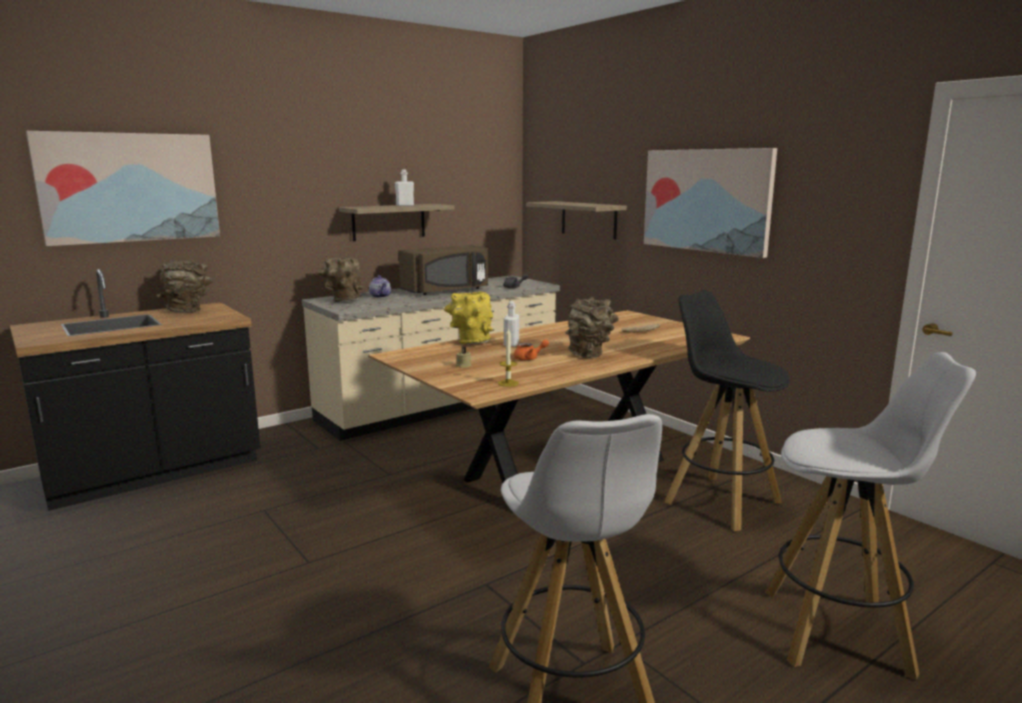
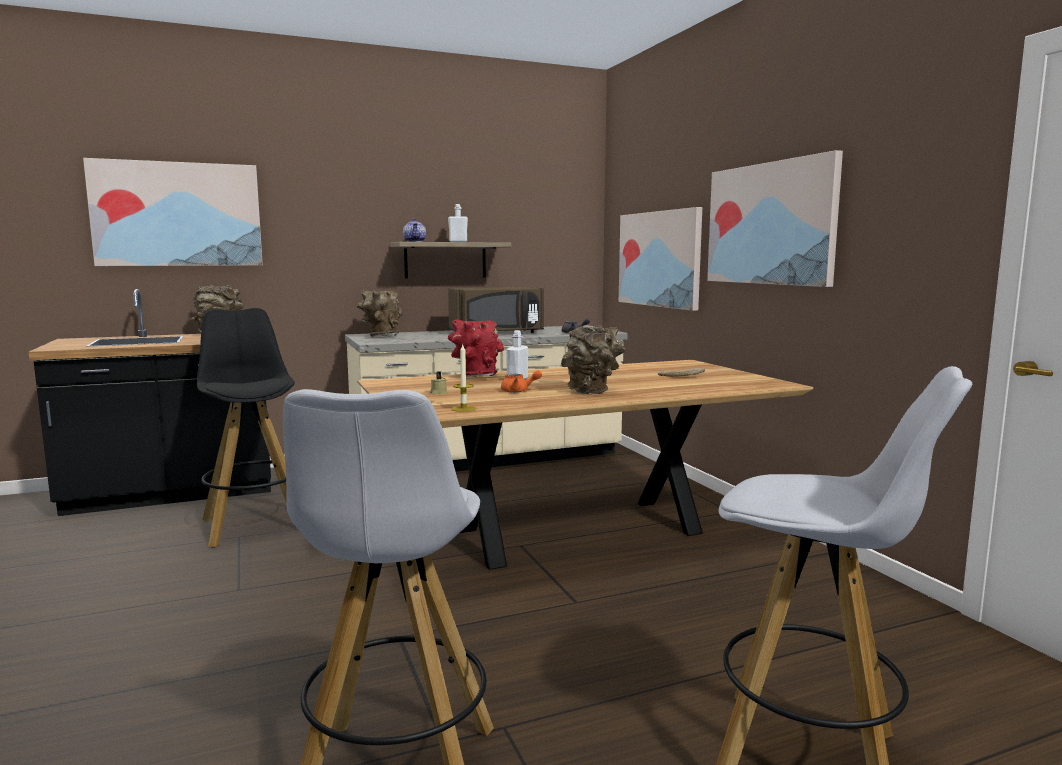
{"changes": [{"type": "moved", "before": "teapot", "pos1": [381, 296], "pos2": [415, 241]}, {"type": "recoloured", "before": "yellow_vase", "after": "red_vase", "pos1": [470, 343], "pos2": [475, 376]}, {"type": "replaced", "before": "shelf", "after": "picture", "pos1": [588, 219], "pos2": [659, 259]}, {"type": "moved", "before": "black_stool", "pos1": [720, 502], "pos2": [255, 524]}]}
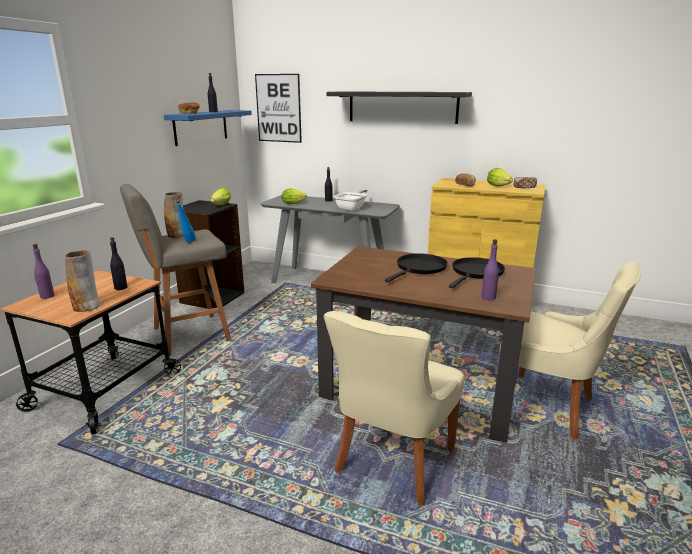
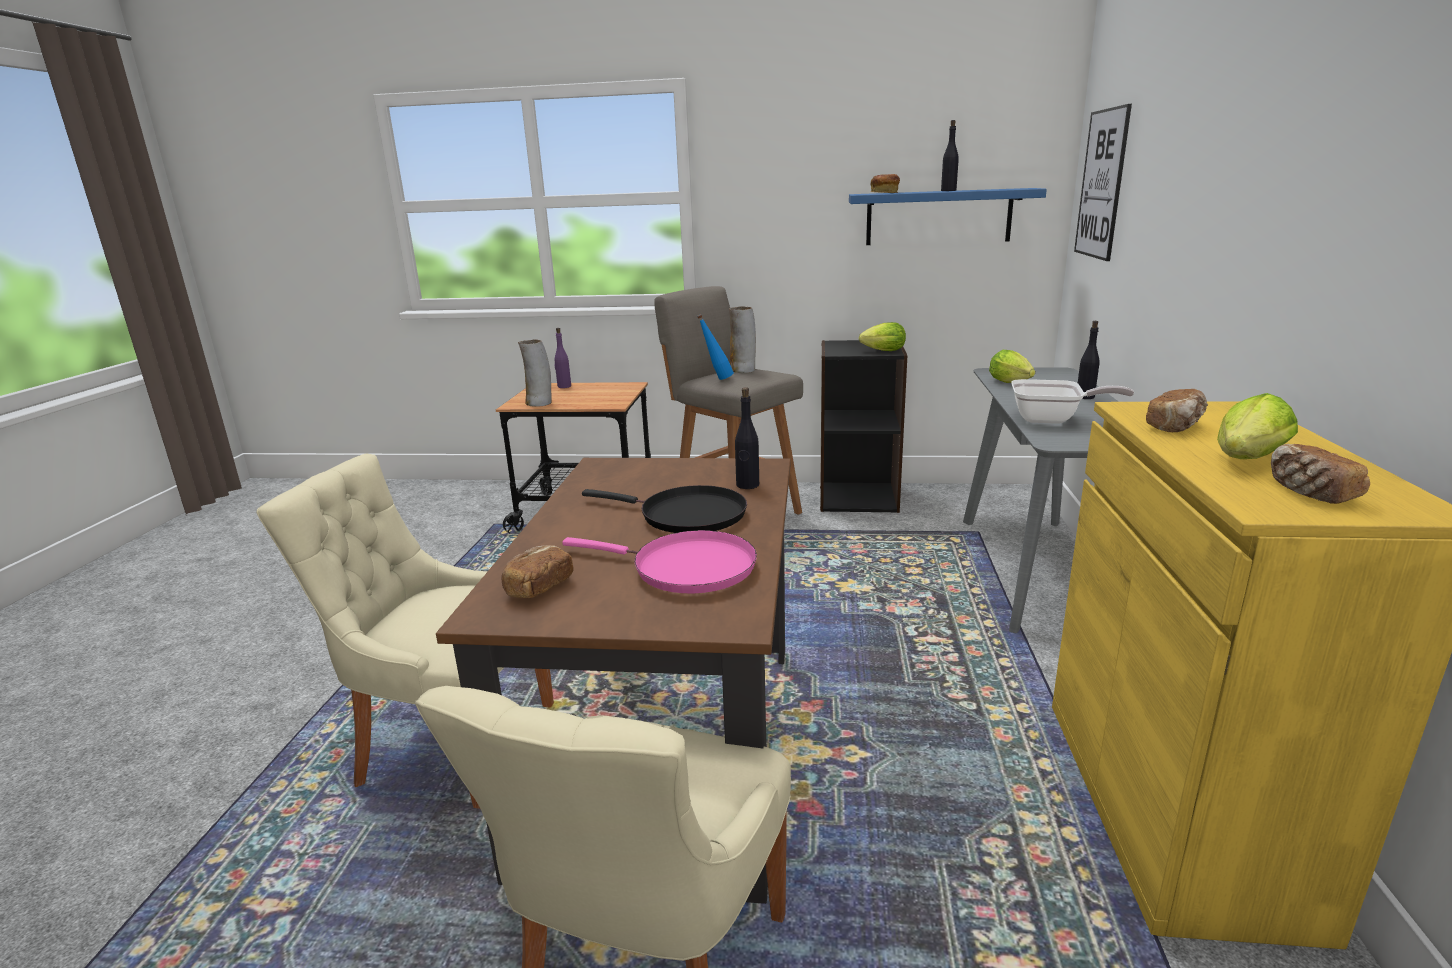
{"changes": [{"type": "moved", "before": "black_bottle", "pos1": [121, 288], "pos2": [747, 485]}, {"type": "removed", "before": "black_shelf", "pos1": [402, 107]}, {"type": "recoloured", "before": "black_frying_pan", "after": "pink_frying_pan", "pos1": [476, 273], "pos2": [686, 568]}, {"type": "replaced", "before": "purple_bottle", "after": "bread", "pos1": [488, 297], "pos2": [538, 587]}]}
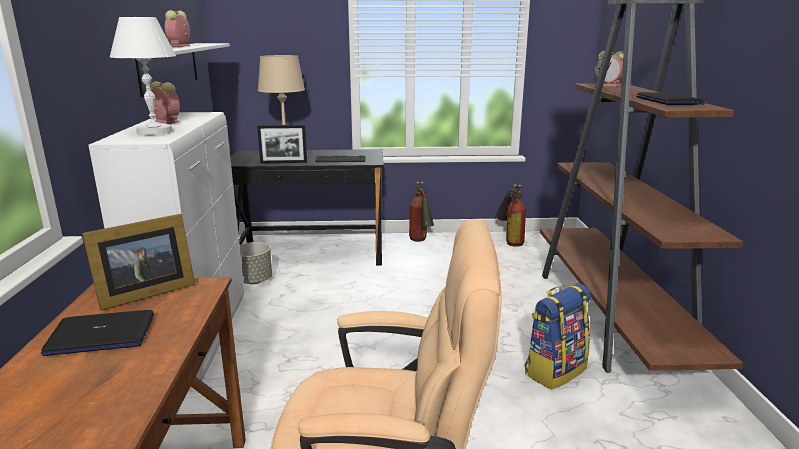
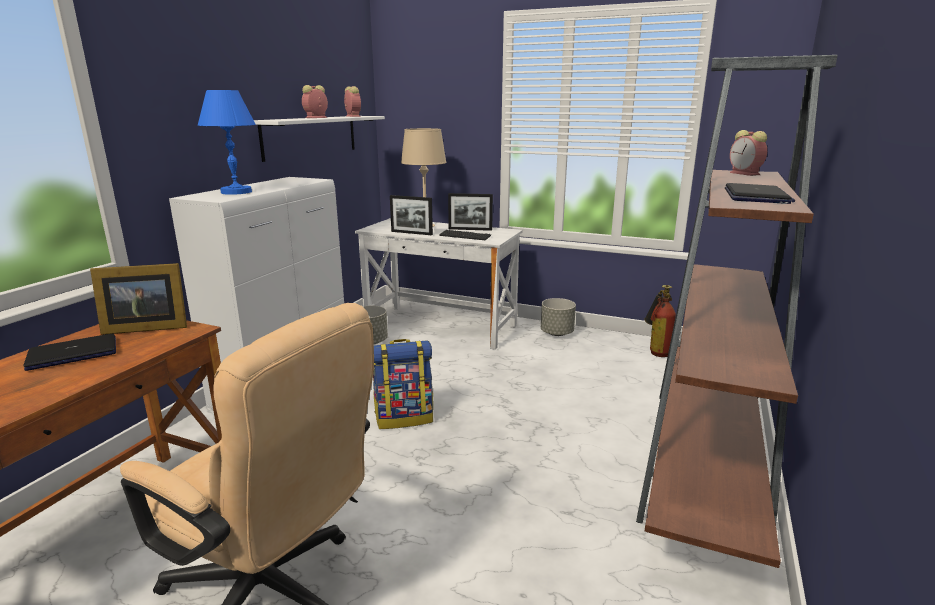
{"changes": [{"type": "turned", "before": "laptop", "pos1": [100, 335], "pos2": [73, 353], "turn": 135}, {"type": "recoloured", "before": "white_table_lamp", "after": "blue_table_lamp", "pos1": [154, 132], "pos2": [236, 192]}, {"type": "moved", "before": "alarm_clock", "pos1": [165, 121], "pos2": [352, 116]}, {"type": "recoloured", "before": "black_desk", "after": "white_desk", "pos1": [312, 253], "pos2": [441, 326]}, {"type": "replaced", "before": "fire_extinguisher", "after": "grey_planter", "pos1": [420, 241], "pos2": [556, 333]}, {"type": "moved", "before": "backpack", "pos1": [554, 370], "pos2": [404, 417]}, {"type": "added", "after": "picture_frame", "pos2": [470, 229]}]}
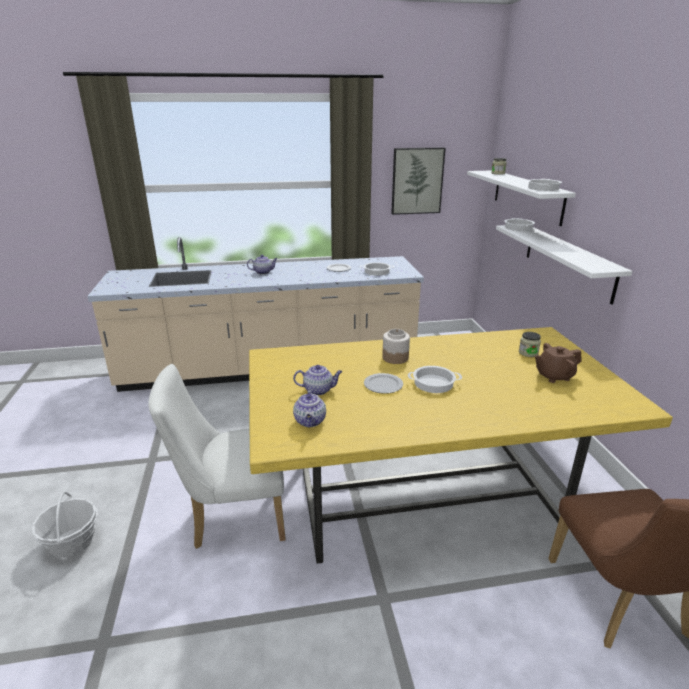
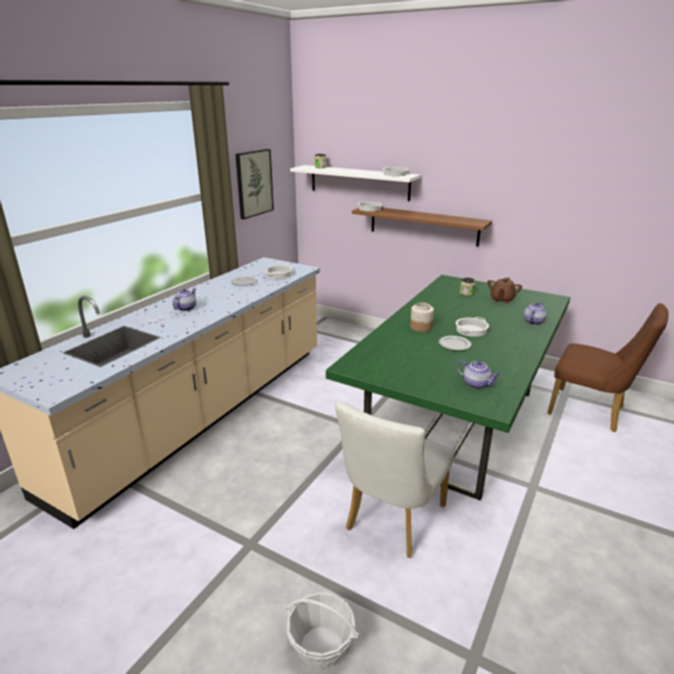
{"changes": [{"type": "recoloured", "before": "yellow_dining_table", "after": "green_dining_table", "pos1": [426, 492], "pos2": [454, 422]}, {"type": "moved", "before": "teapot", "pos1": [319, 390], "pos2": [533, 322]}, {"type": "recoloured", "before": "white_shelf", "after": "brown_shelf", "pos1": [567, 261], "pos2": [423, 225]}]}
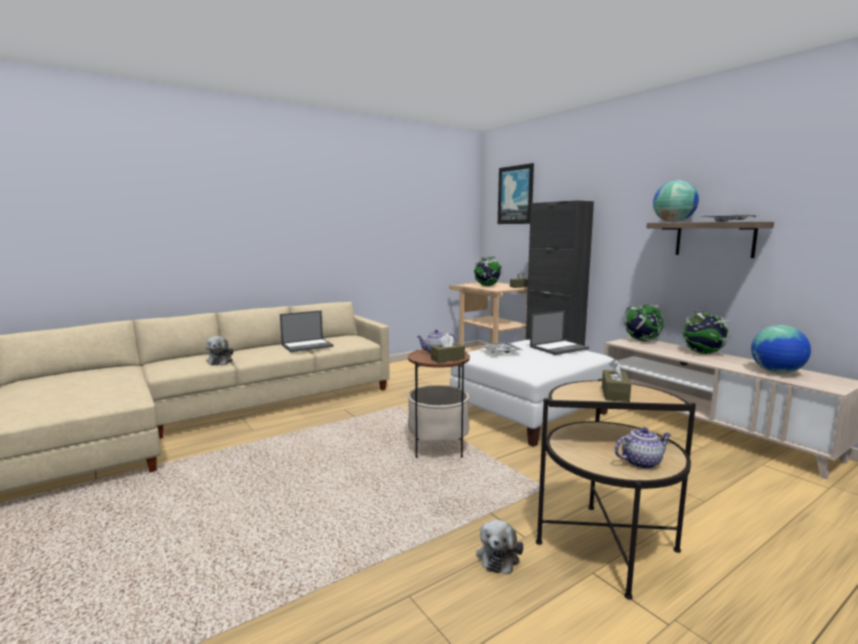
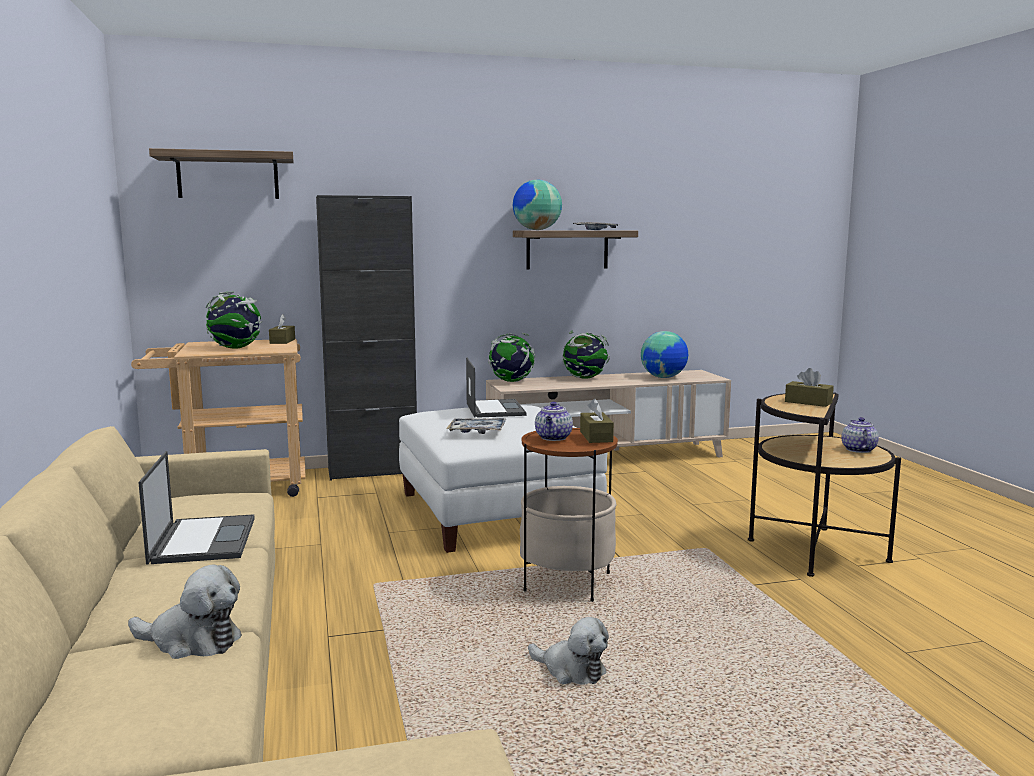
{"changes": [{"type": "moved", "before": "plush_toy", "pos1": [498, 556], "pos2": [571, 671]}, {"type": "replaced", "before": "picture", "after": "shelf", "pos1": [516, 195], "pos2": [228, 176]}]}
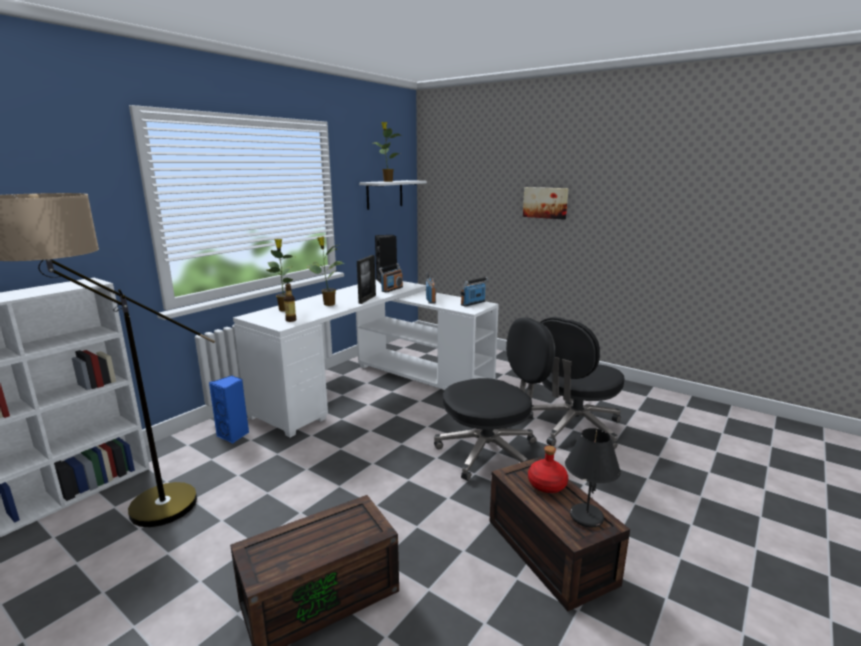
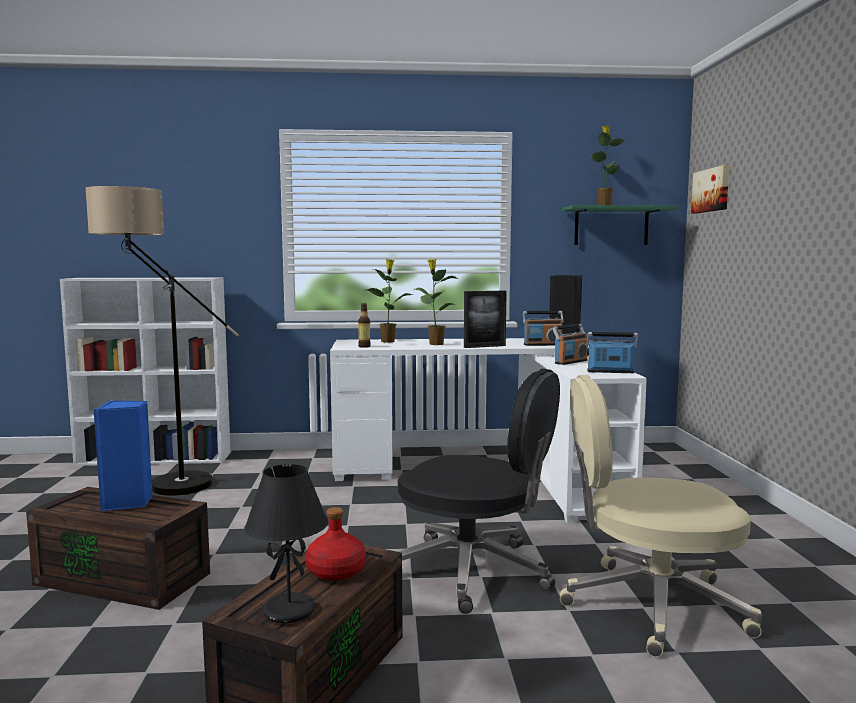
{"changes": [{"type": "moved", "before": "blue_speaker", "pos1": [234, 435], "pos2": [127, 503]}, {"type": "recoloured", "before": "white_shelf", "after": "green_shelf", "pos1": [384, 194], "pos2": [611, 226]}, {"type": "moved", "before": "picture", "pos1": [545, 202], "pos2": [712, 190]}, {"type": "recoloured", "before": "black_office_chair", "after": "beige_office_chair", "pos1": [573, 427], "pos2": [651, 606]}]}
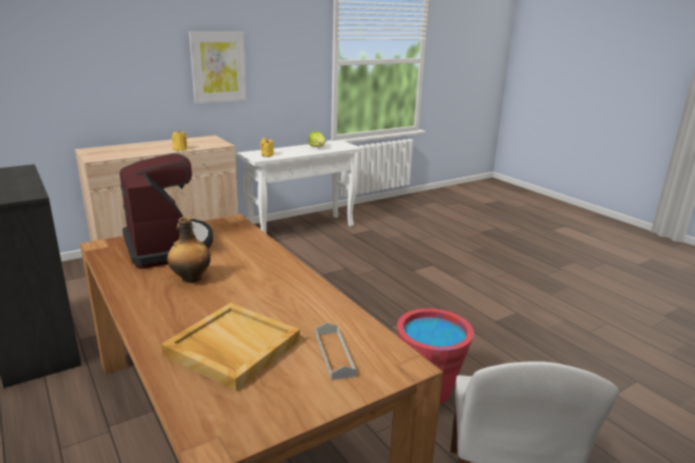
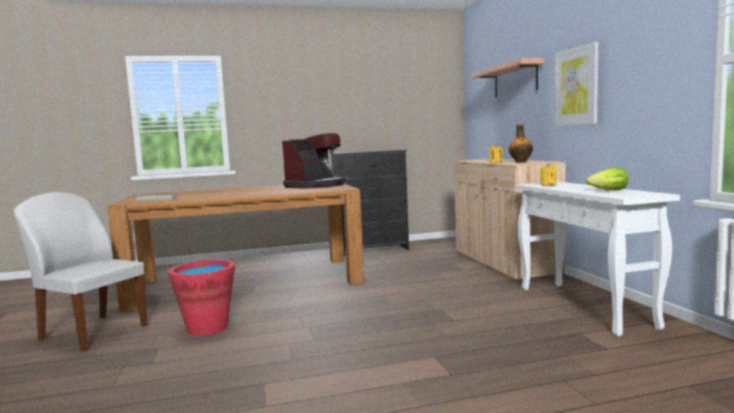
{"changes": [{"type": "turned", "before": "coffee_machine", "pos1": [168, 246], "pos2": [316, 186], "turn": -45}, {"type": "removed", "before": "beige_tray", "pos1": [231, 348]}, {"type": "moved", "before": "bottle", "pos1": [190, 278], "pos2": [520, 162]}, {"type": "added", "after": "shelf", "pos2": [515, 80]}]}
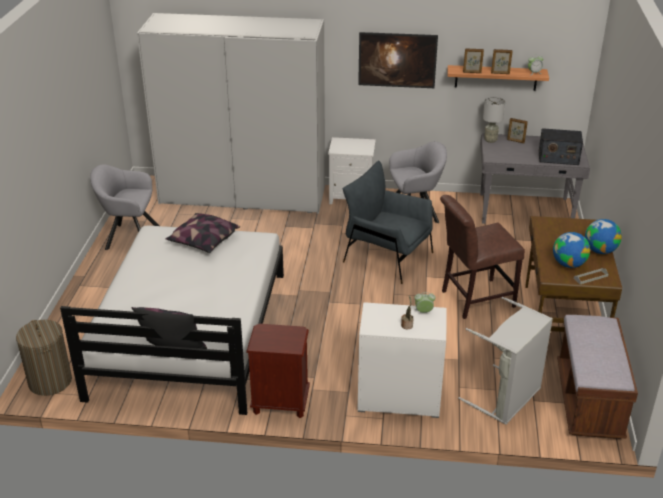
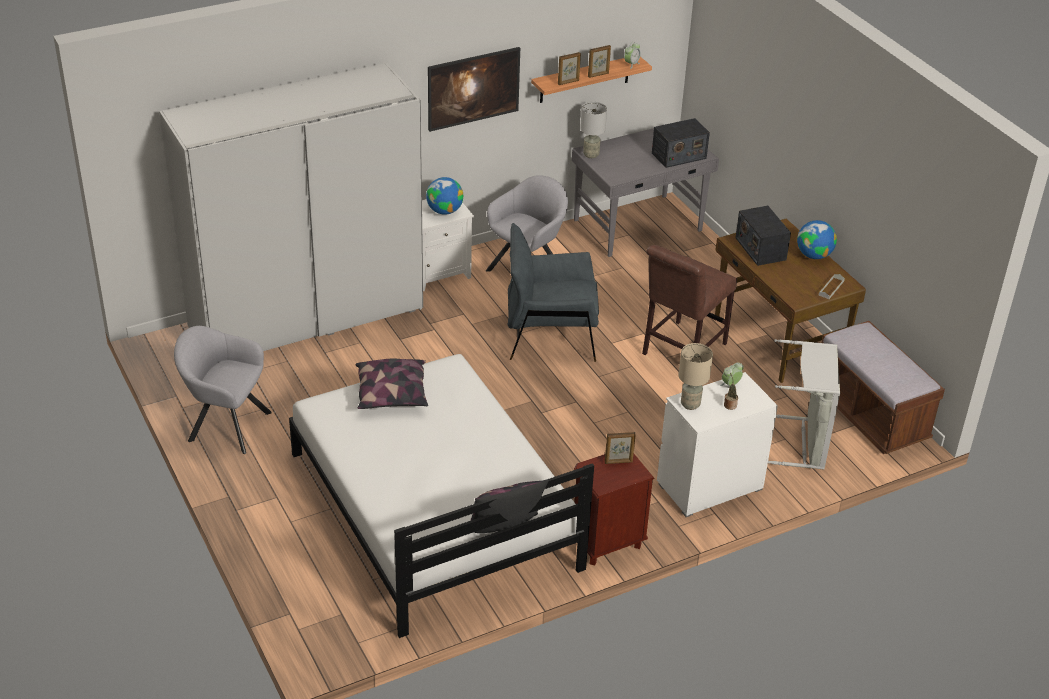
{"changes": [{"type": "removed", "before": "laundry_basket", "pos1": [50, 381]}, {"type": "turned", "before": "grey_armchair", "pos1": [129, 237], "pos2": [225, 425], "turn": 45}, {"type": "moved", "before": "picture_frame", "pos1": [515, 141], "pos2": [618, 462]}, {"type": "moved", "before": "globe", "pos1": [568, 264], "pos2": [444, 211]}, {"type": "added", "after": "beige_table_lamp", "pos2": [690, 404]}, {"type": "added", "after": "radio", "pos2": [760, 248]}]}
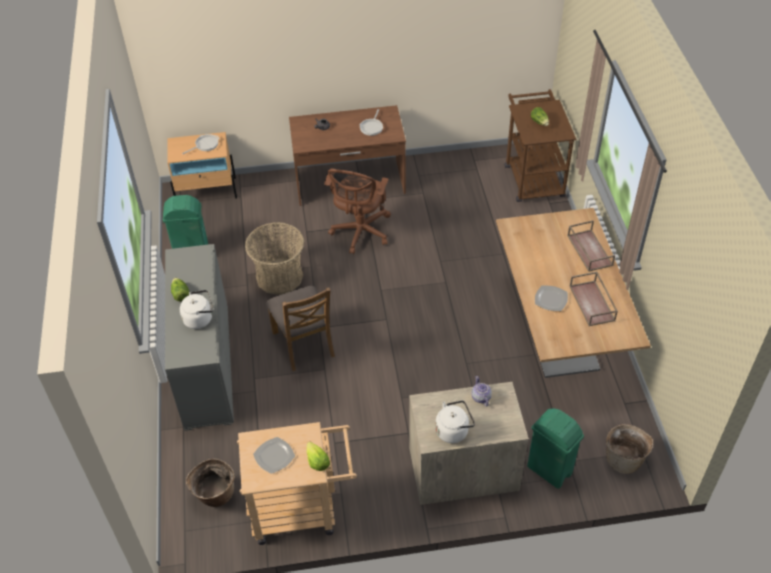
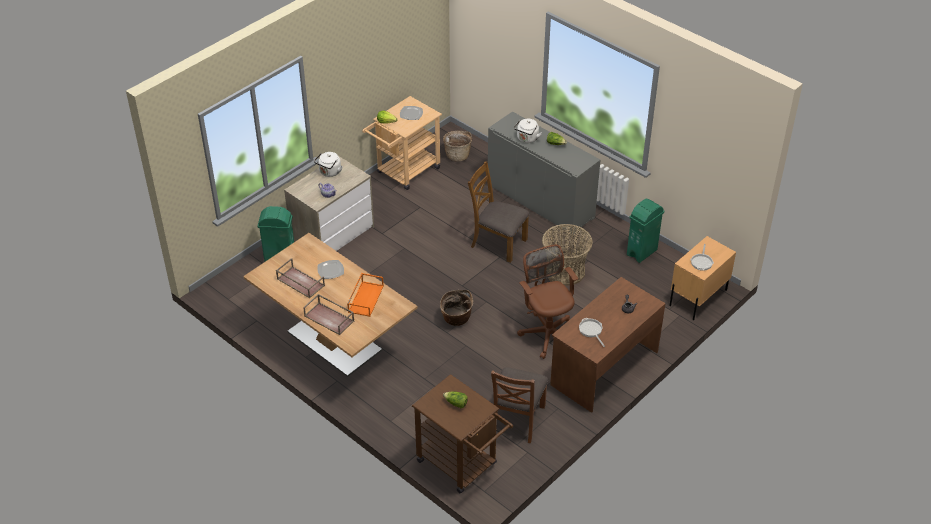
{"changes": [{"type": "moved", "before": "basket", "pos1": [624, 459], "pos2": [456, 319]}, {"type": "added", "after": "orange_tray", "pos2": [365, 298]}, {"type": "added", "after": "brown_chair", "pos2": [517, 419]}]}
